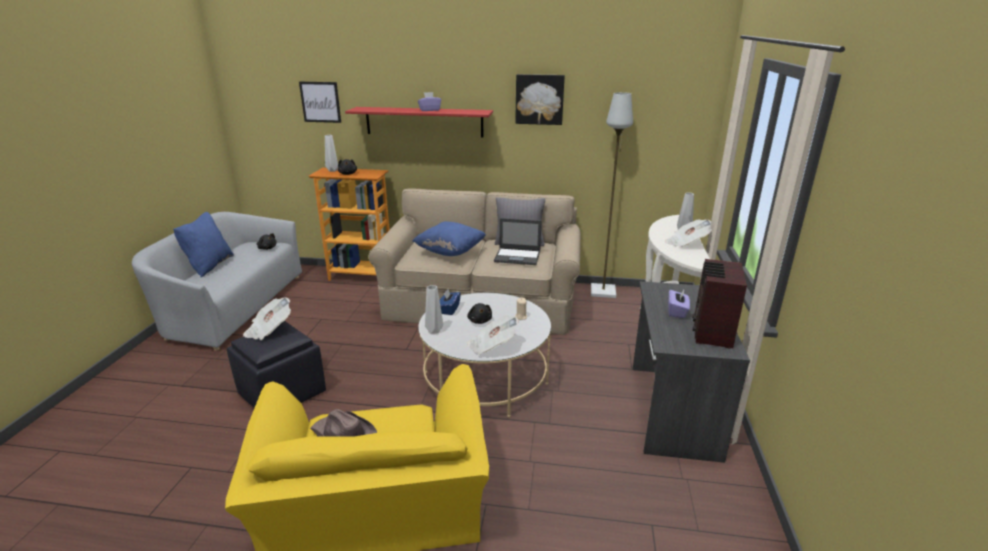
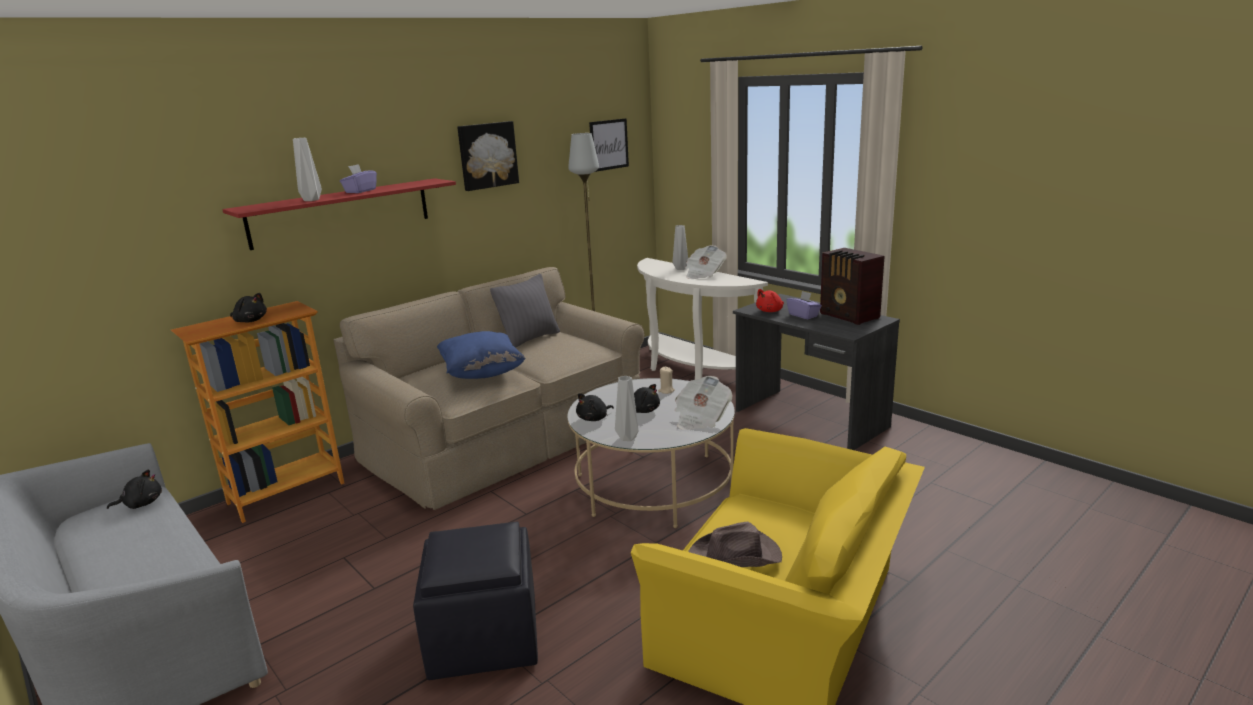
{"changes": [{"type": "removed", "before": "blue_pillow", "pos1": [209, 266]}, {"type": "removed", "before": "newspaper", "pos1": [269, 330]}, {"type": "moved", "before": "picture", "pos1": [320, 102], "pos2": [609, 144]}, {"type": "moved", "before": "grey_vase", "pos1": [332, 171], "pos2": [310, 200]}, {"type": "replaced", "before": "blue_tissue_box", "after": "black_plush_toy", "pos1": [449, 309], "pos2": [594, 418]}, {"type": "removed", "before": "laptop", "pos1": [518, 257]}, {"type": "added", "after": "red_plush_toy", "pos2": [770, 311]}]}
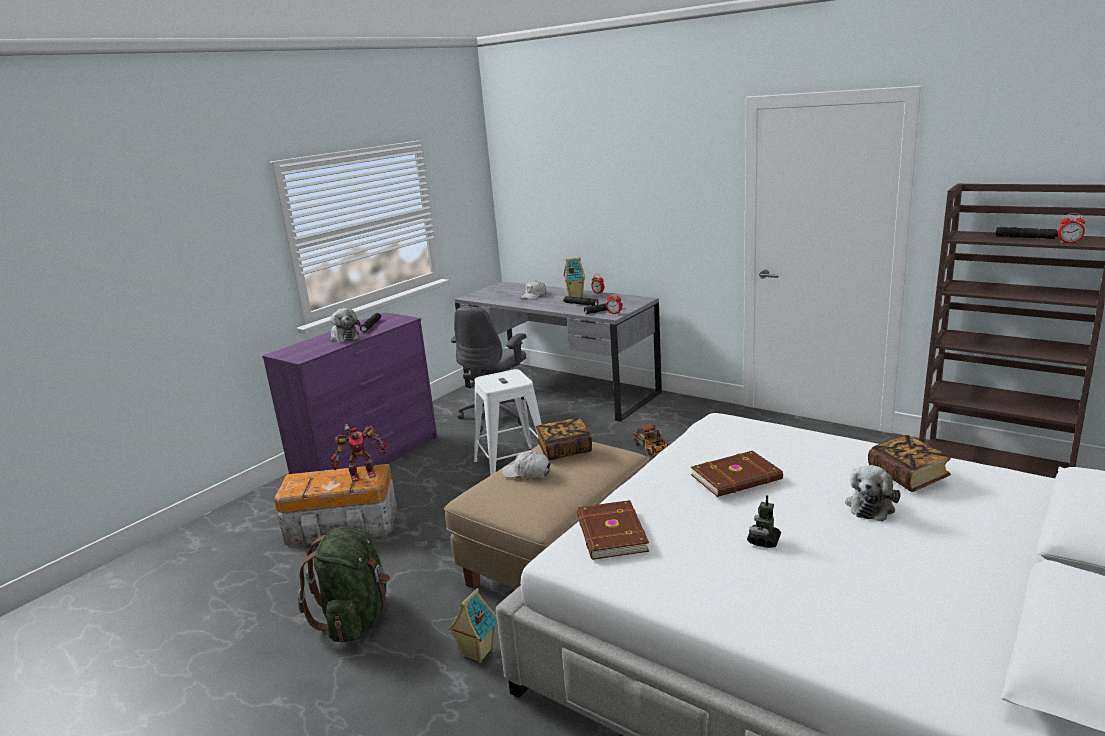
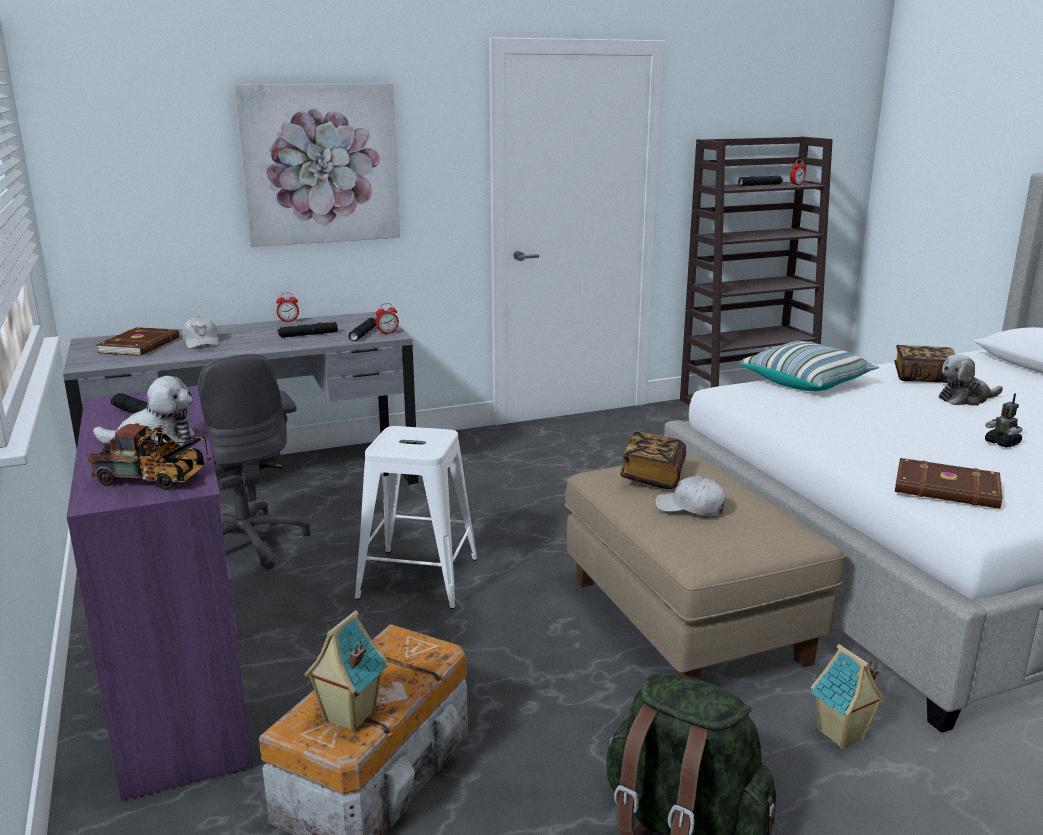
{"changes": [{"type": "removed", "before": "toy_robot", "pos1": [362, 474]}, {"type": "turned", "before": "white_cap", "pos1": [527, 473], "pos2": [690, 507], "turn": 60}, {"type": "moved", "before": "toy_house", "pos1": [575, 296], "pos2": [348, 717]}, {"type": "moved", "before": "toy_truck", "pos1": [652, 449], "pos2": [156, 480]}, {"type": "moved", "before": "brown_book", "pos1": [737, 478], "pos2": [141, 345]}, {"type": "turned", "before": "plush_toy", "pos1": [871, 505], "pos2": [965, 399], "turn": 105}, {"type": "added", "after": "picture", "pos2": [320, 164]}, {"type": "added", "after": "pillow", "pos2": [806, 383]}]}
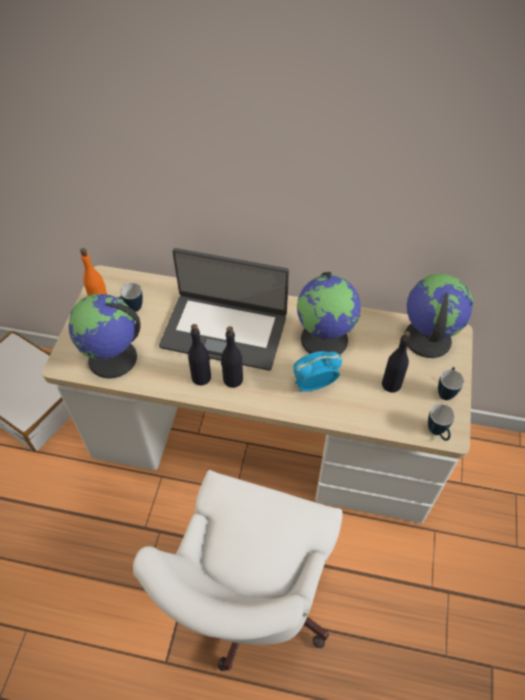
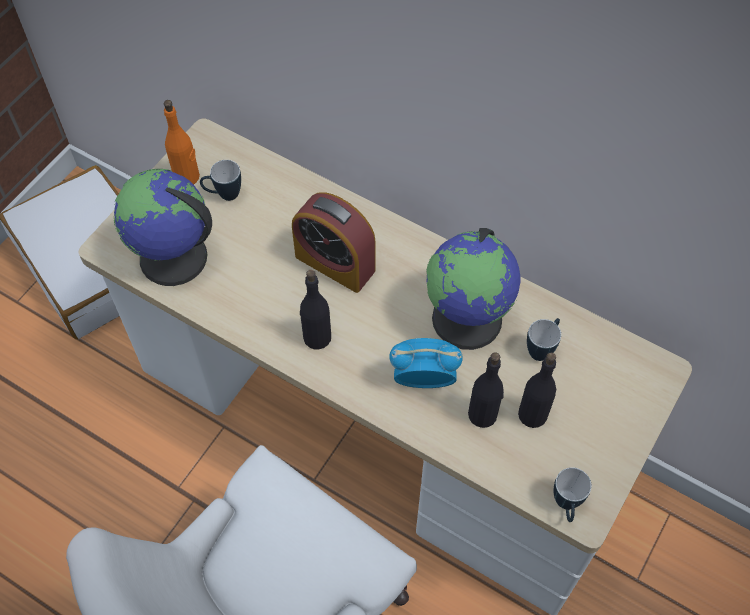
{"changes": [{"type": "replaced", "before": "laptop", "after": "alarm_clock", "pos1": [224, 330], "pos2": [335, 263]}, {"type": "moved", "before": "black_bottle", "pos1": [201, 377], "pos2": [483, 414]}, {"type": "removed", "before": "globe", "pos1": [426, 338]}, {"type": "moved", "before": "mug", "pos1": [446, 391], "pos2": [542, 348]}]}
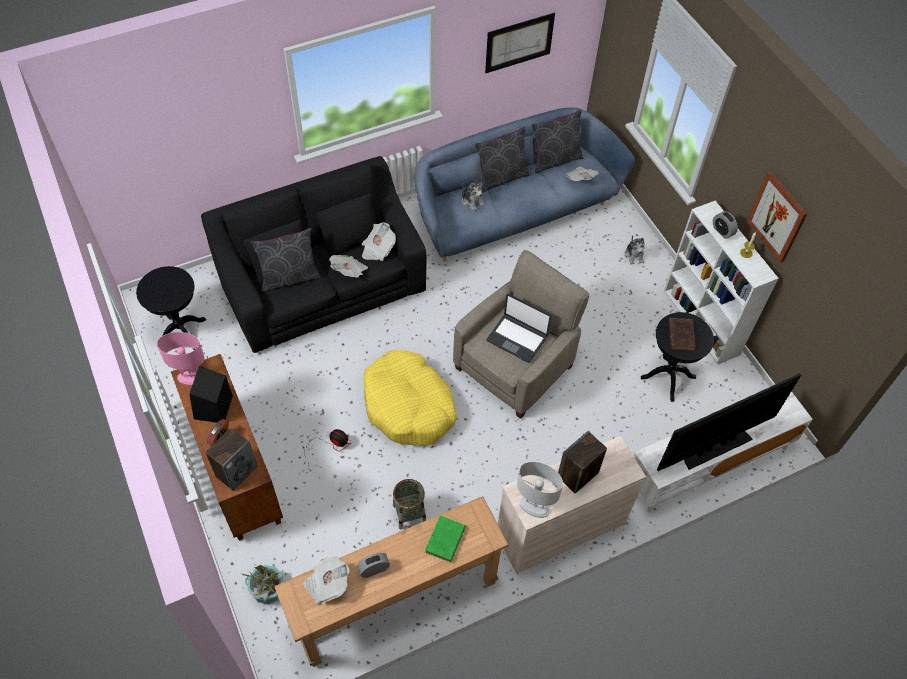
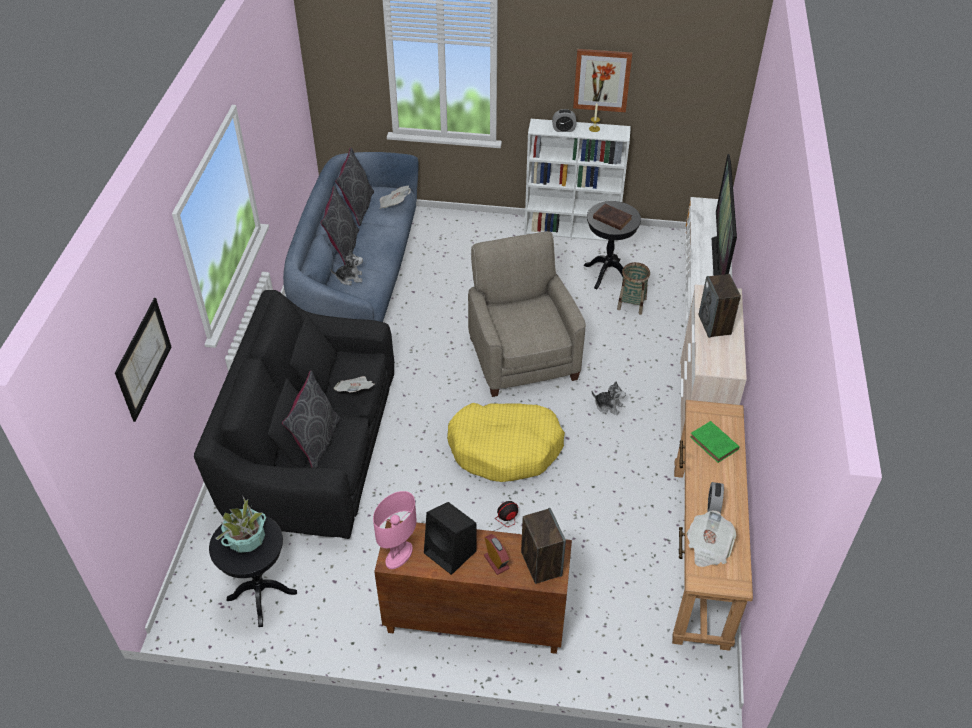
{"changes": [{"type": "moved", "before": "potted_plant", "pos1": [268, 589], "pos2": [246, 538]}, {"type": "removed", "before": "newspaper", "pos1": [377, 248]}, {"type": "moved", "before": "basket", "pos1": [409, 513], "pos2": [631, 304]}, {"type": "moved", "before": "picture", "pos1": [519, 42], "pos2": [143, 359]}, {"type": "removed", "before": "laptop", "pos1": [517, 338]}, {"type": "removed", "before": "white_table_lamp", "pos1": [533, 508]}, {"type": "moved", "before": "plush_toy", "pos1": [634, 255], "pos2": [608, 406]}]}
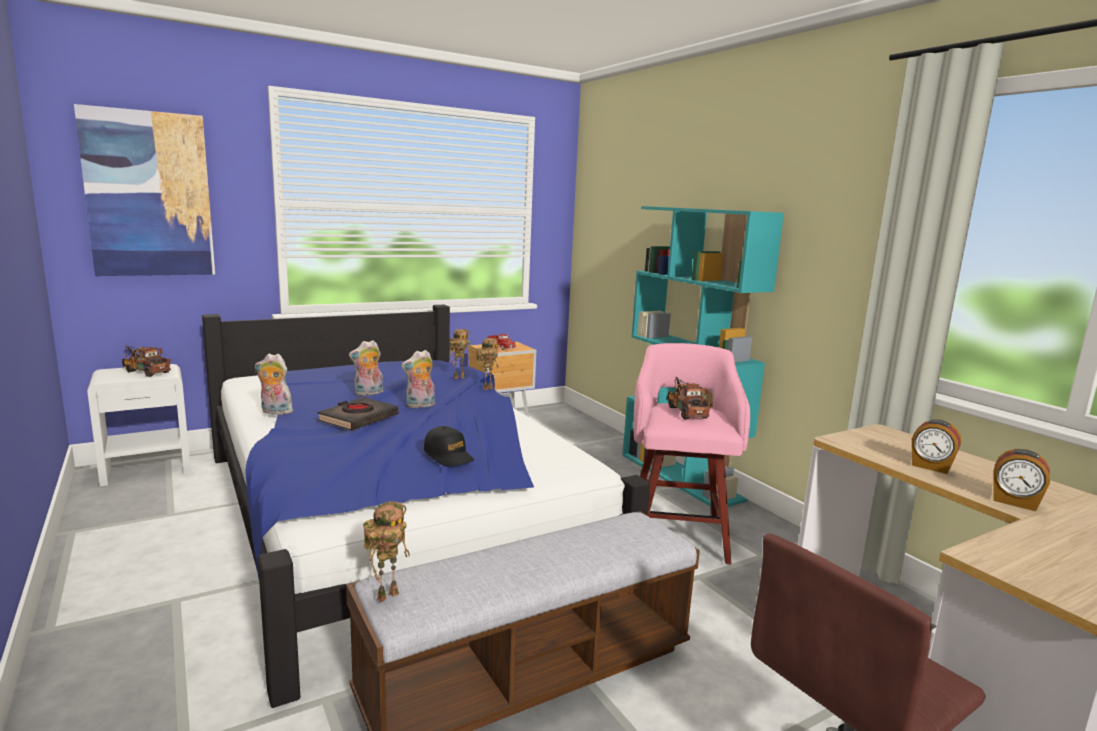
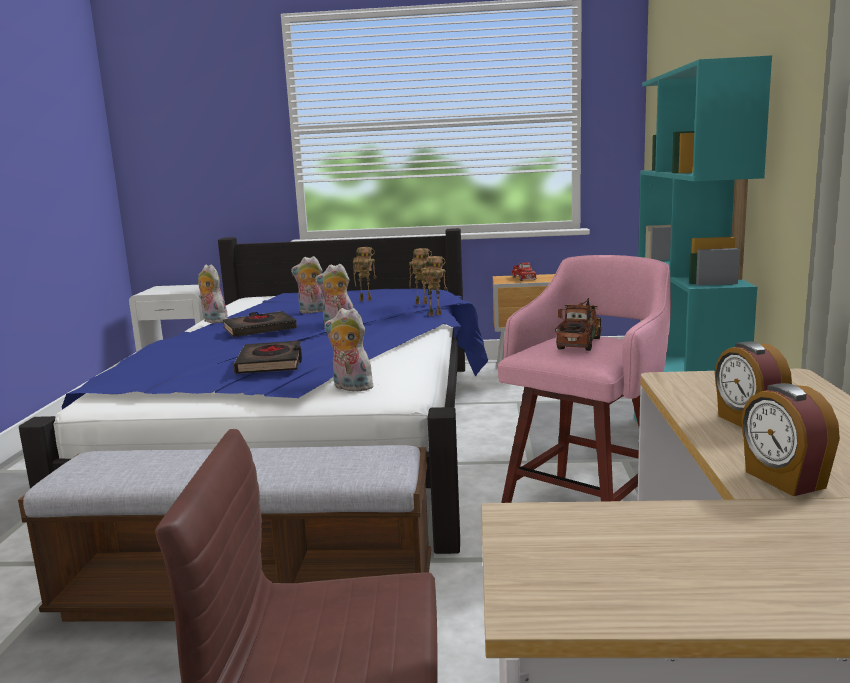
{"changes": [{"type": "removed", "before": "picture", "pos1": [149, 195]}, {"type": "removed", "before": "toy_truck", "pos1": [145, 371]}, {"type": "moved", "before": "toy_robot", "pos1": [387, 594], "pos2": [366, 300]}, {"type": "replaced", "before": "black_cap", "after": "black_book", "pos1": [448, 455], "pos2": [271, 363]}, {"type": "added", "after": "plush_toy", "pos2": [350, 388]}]}
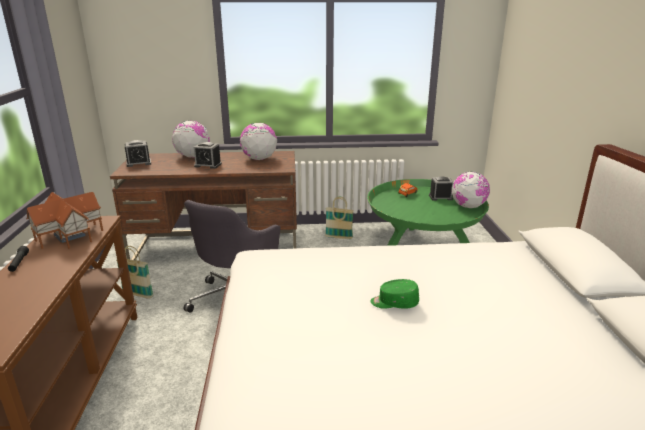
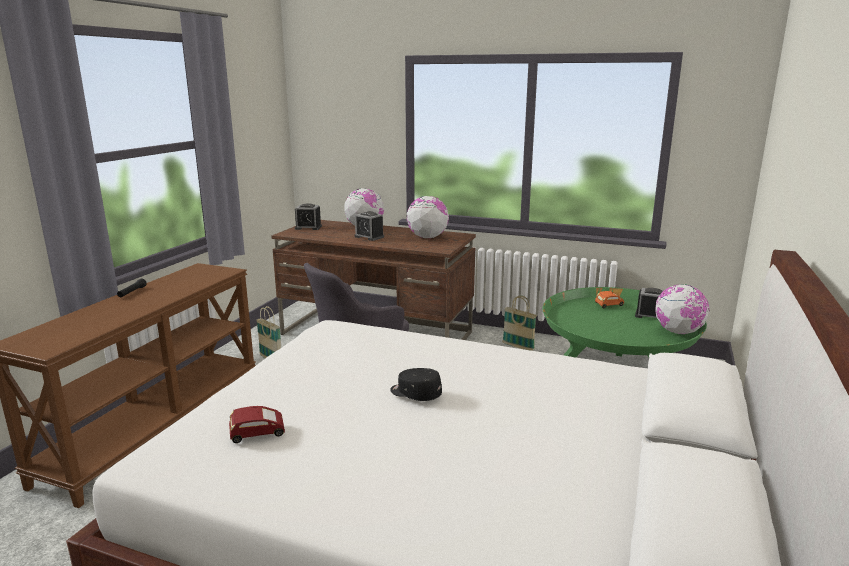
{"changes": [{"type": "removed", "before": "toy_house", "pos1": [68, 235]}, {"type": "recoloured", "before": "green_cap", "after": "black_cap", "pos1": [394, 303], "pos2": [415, 394]}, {"type": "added", "after": "red_toy_car", "pos2": [257, 435]}]}
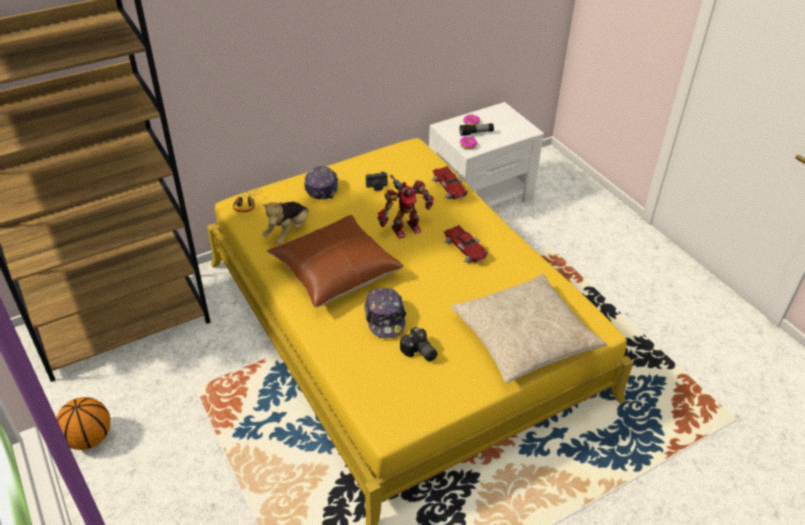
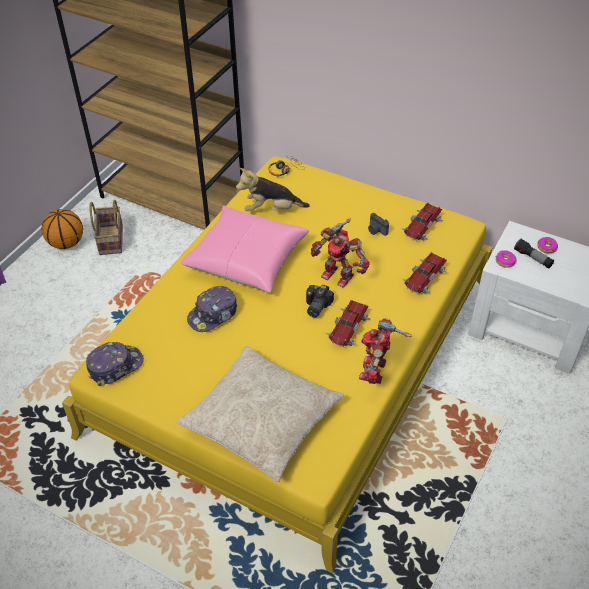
{"changes": [{"type": "recoloured", "before": "brown_pillow", "after": "pink_pillow", "pos1": [335, 271], "pos2": [246, 259]}, {"type": "moved", "before": "cap", "pos1": [321, 187], "pos2": [115, 366]}, {"type": "moved", "before": "photo_camera", "pos1": [419, 353], "pos2": [315, 306]}, {"type": "added", "after": "basket", "pos2": [110, 239]}, {"type": "added", "after": "toy_robot", "pos2": [375, 371]}, {"type": "added", "after": "toy_car", "pos2": [422, 226]}]}
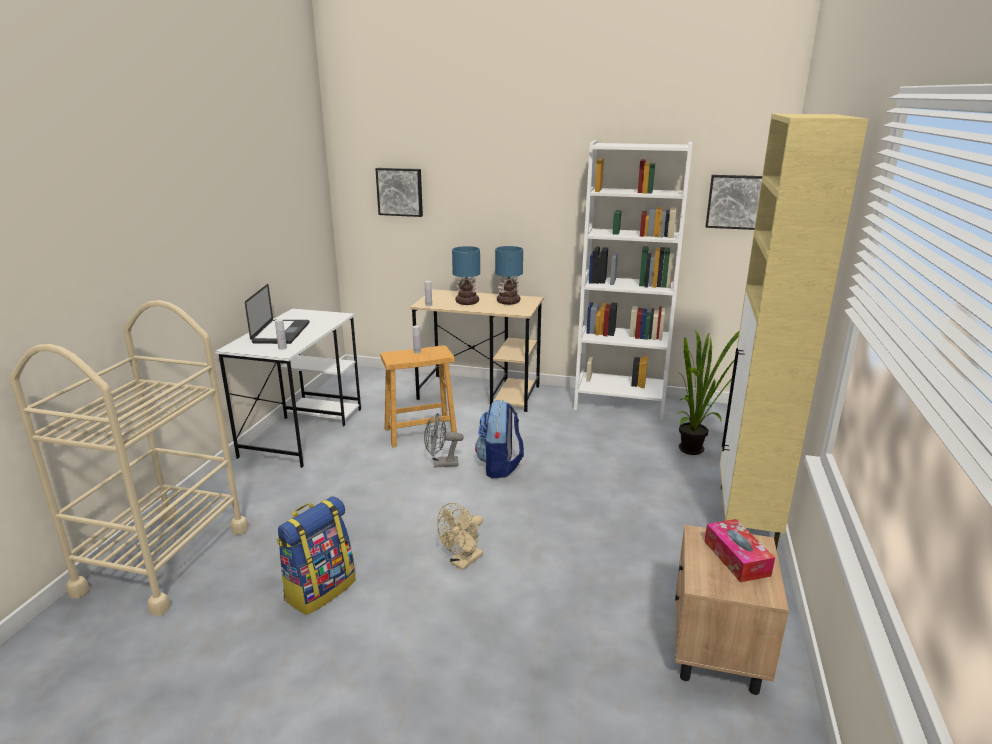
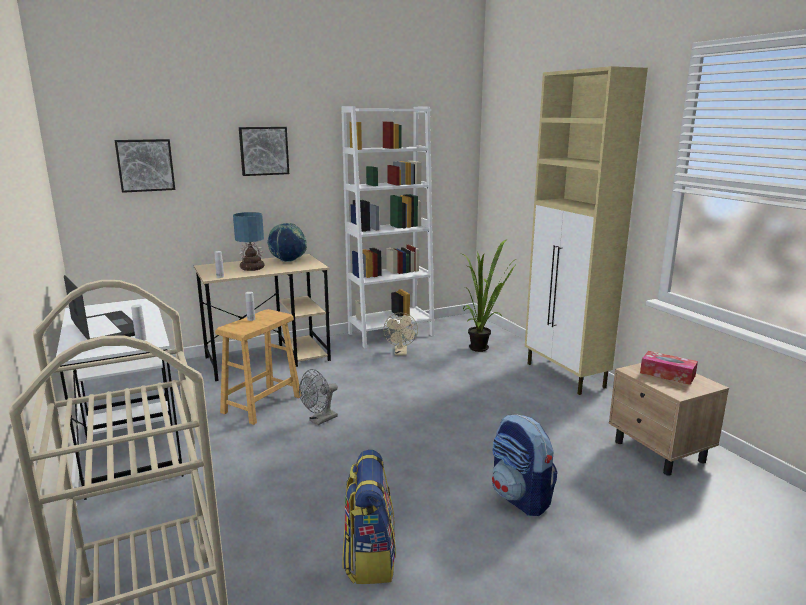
{"changes": [{"type": "moved", "before": "beige_fan", "pos1": [463, 562], "pos2": [401, 353]}, {"type": "moved", "before": "backpack", "pos1": [500, 466], "pos2": [520, 498]}, {"type": "replaced", "before": "table_lamp", "after": "globe", "pos1": [509, 301], "pos2": [288, 261]}, {"type": "moved", "before": "picture", "pos1": [735, 201], "pos2": [263, 151]}]}
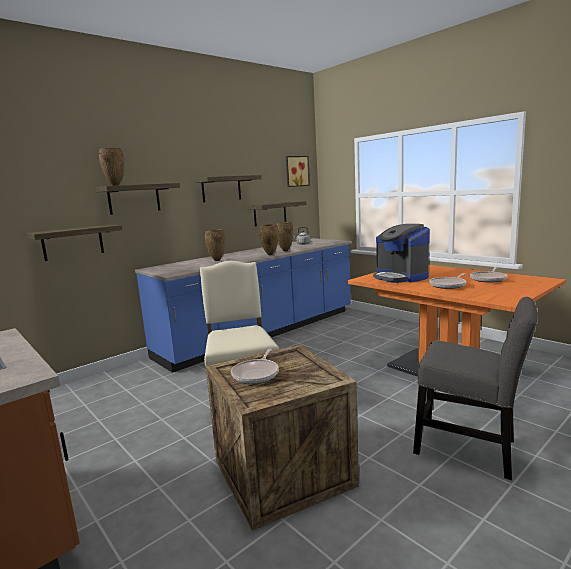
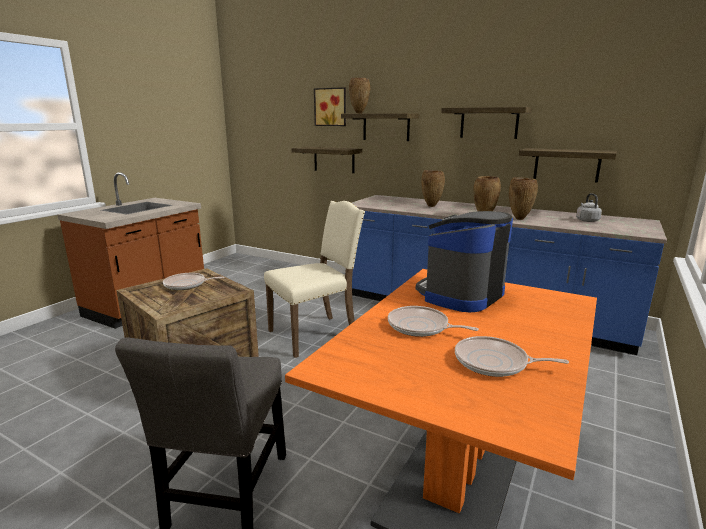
{"changes": [{"type": "moved", "before": "picture", "pos1": [296, 171], "pos2": [331, 107]}]}
